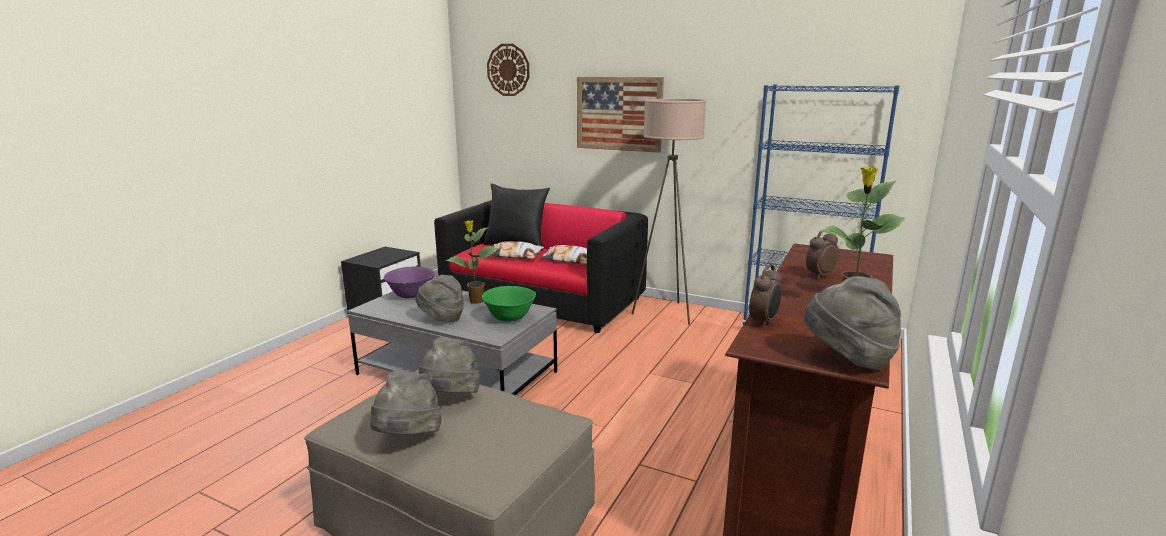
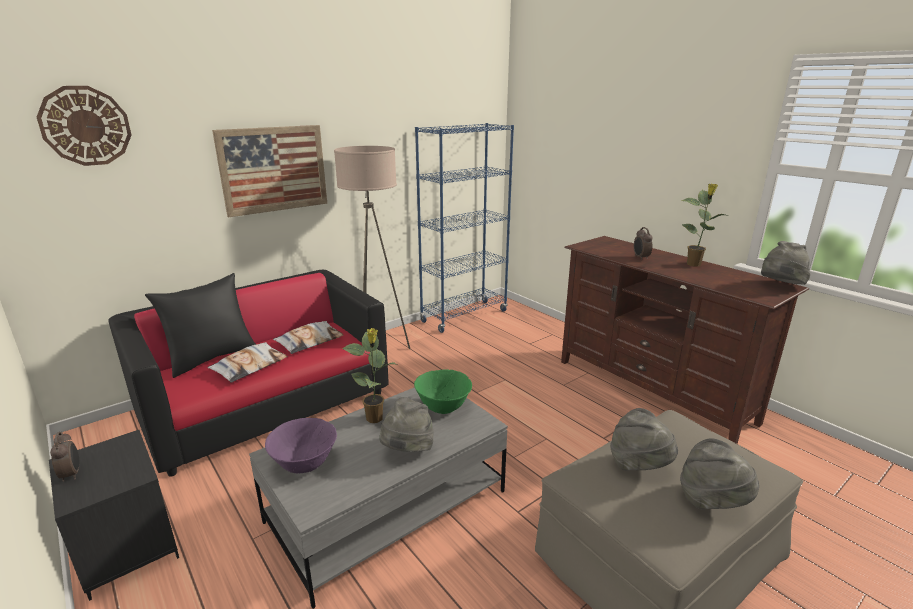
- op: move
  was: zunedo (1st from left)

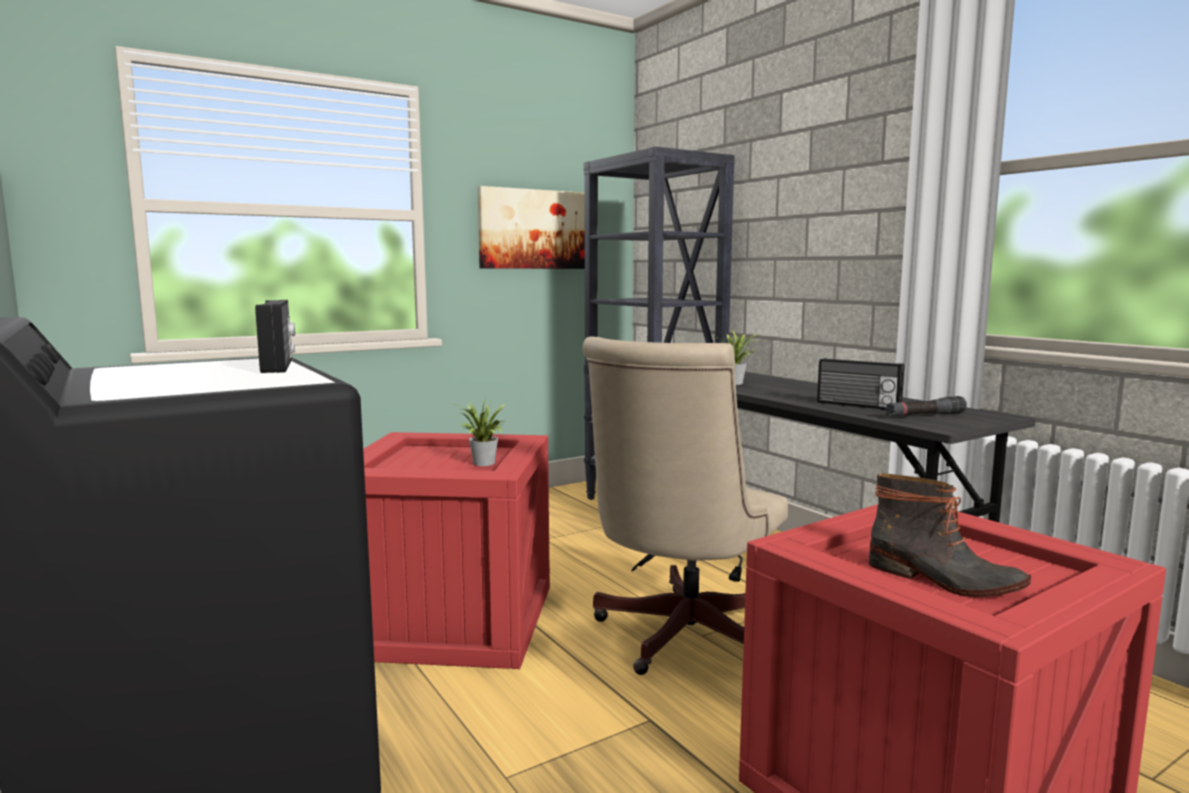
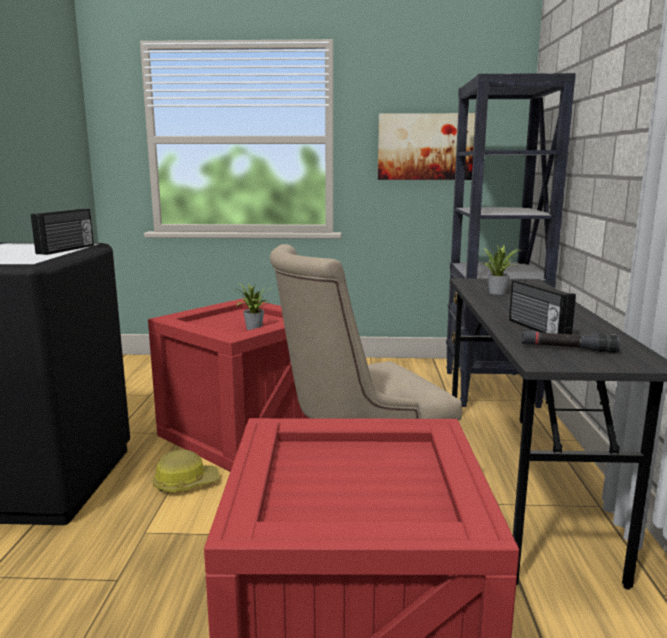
- op: delete
  was: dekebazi
- op: insert
  now: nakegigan

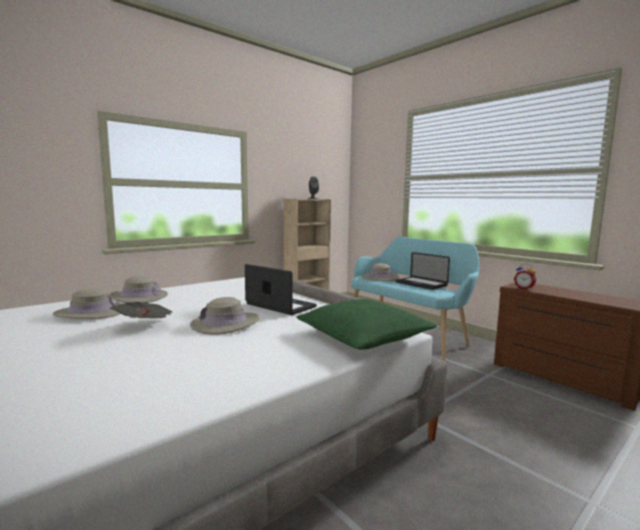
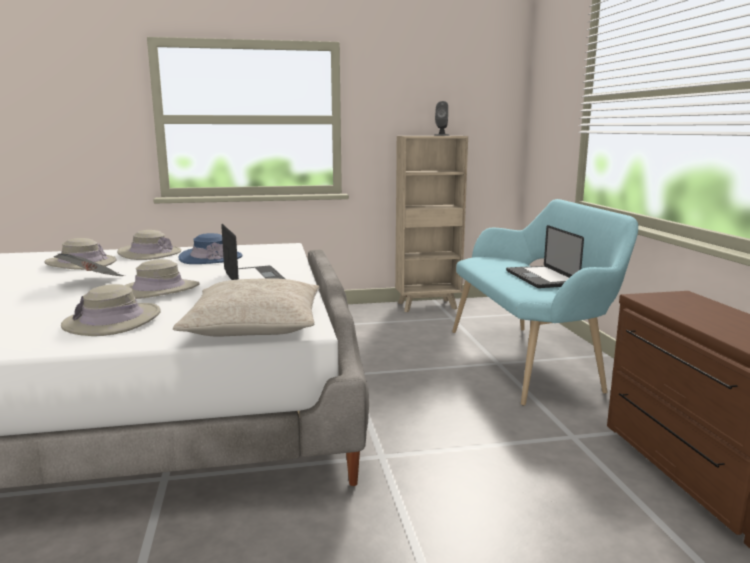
- op: recolor
  was: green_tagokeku
  now: beige_tagokeku
- op: move
  was: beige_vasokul (4th from left in the first image)
  now: beige_vasokul (2nd from left)
- op: delete
  was: zunedo
- op: insert
  now: blue_vasokul

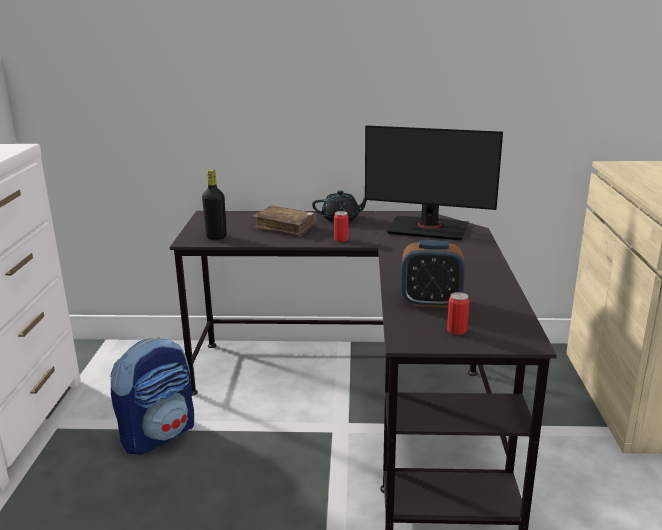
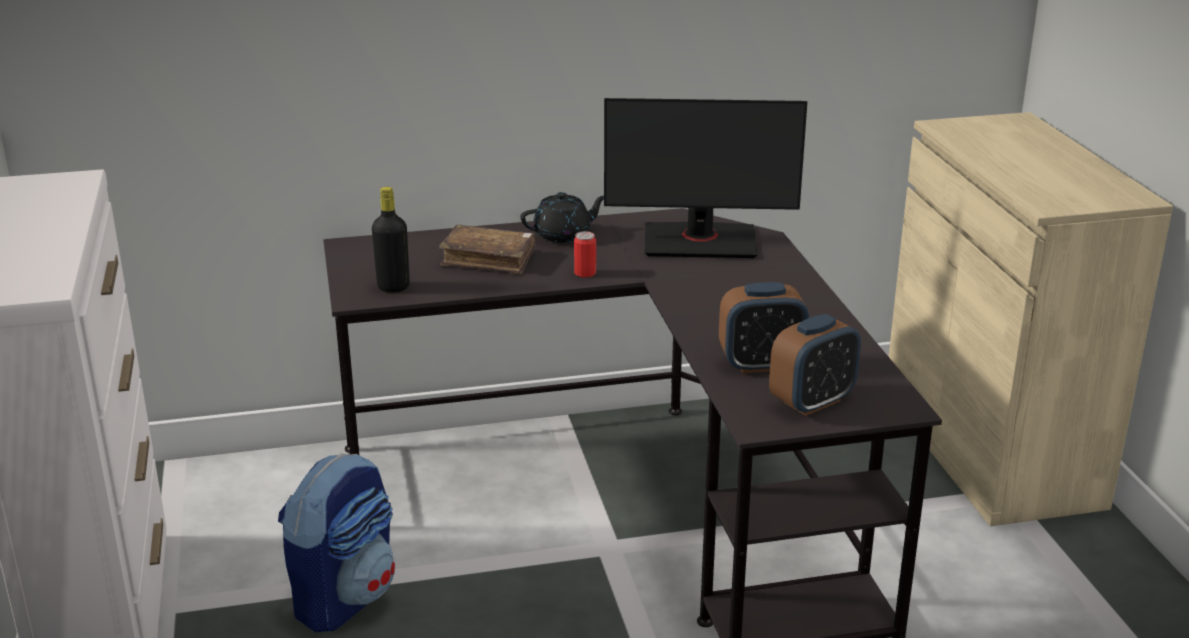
- op: replace
  was: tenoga (2nd from left)
  now: zunedo (2nd from left)

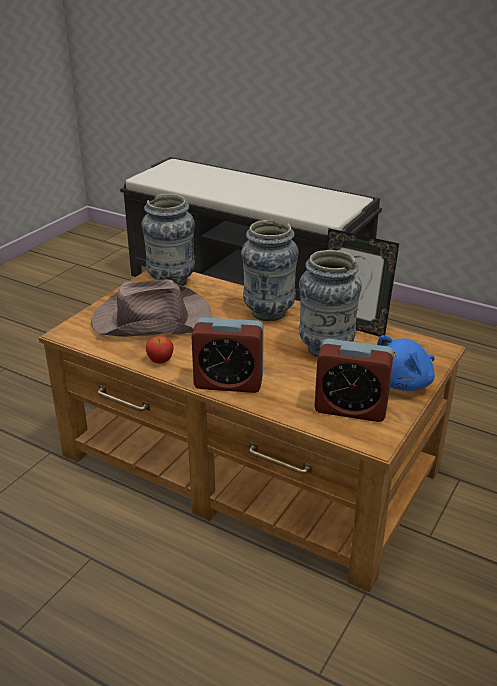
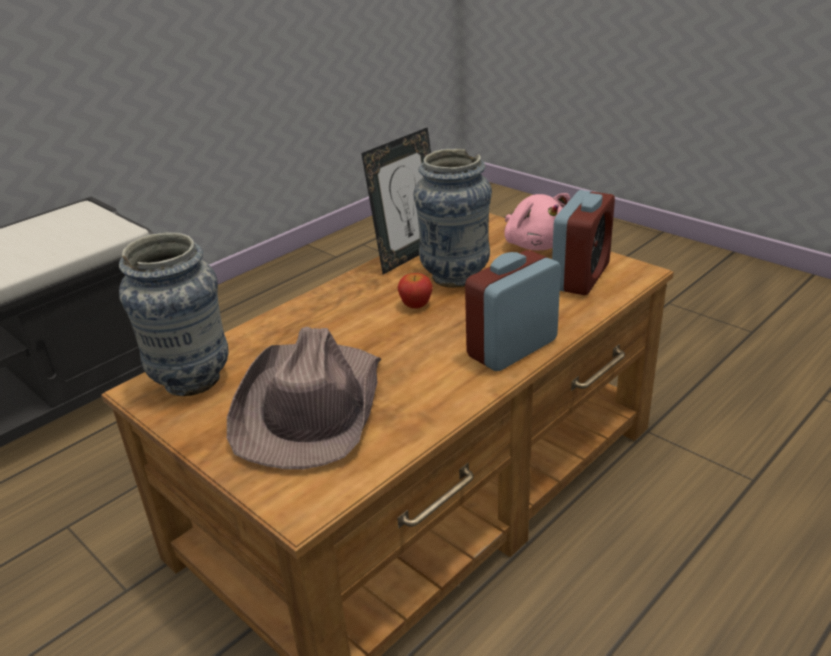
- op: move
  was: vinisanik
- op: rotate
  was: zunedo (1st from left)
  clockwise: -150
- op: delete
  was: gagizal (2nd from left)
- op: recolor
  was: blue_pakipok
  now: pink_pakipok

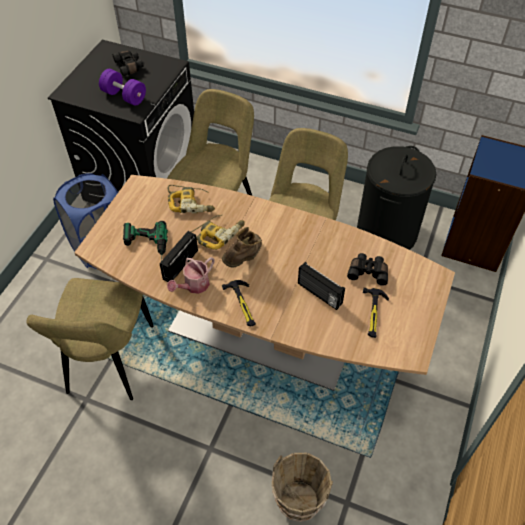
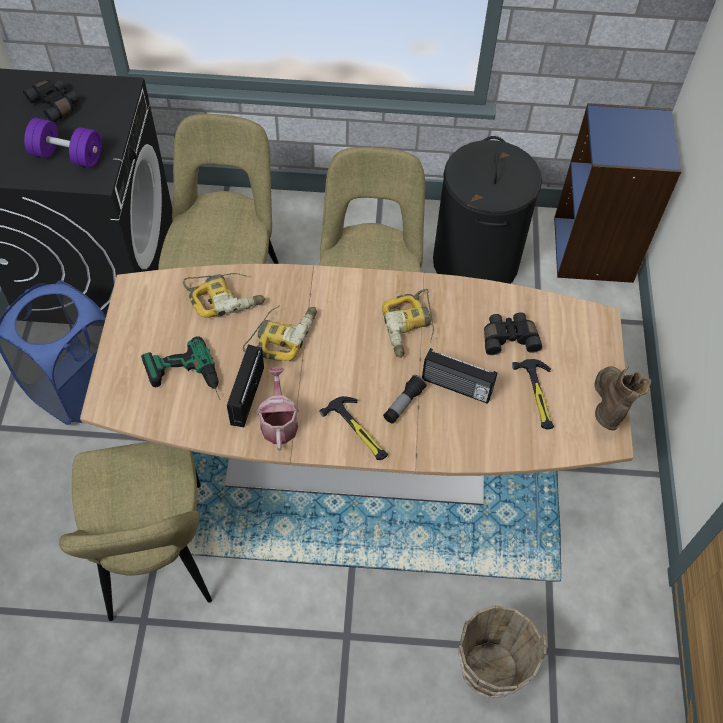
- op: rotate
  was: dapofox
  clockwise: 150
- op: move
  was: brown_dekebazi
- op: insert
  now: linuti (4th from left)
- op: insert
  now: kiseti

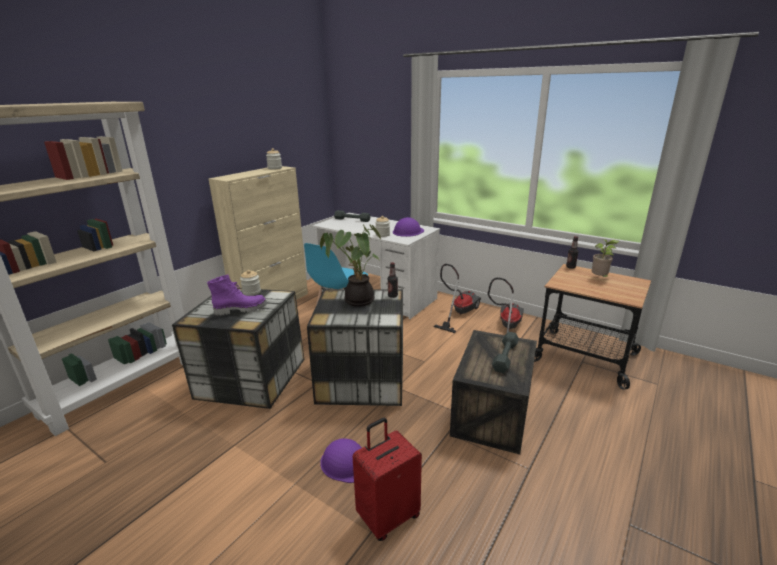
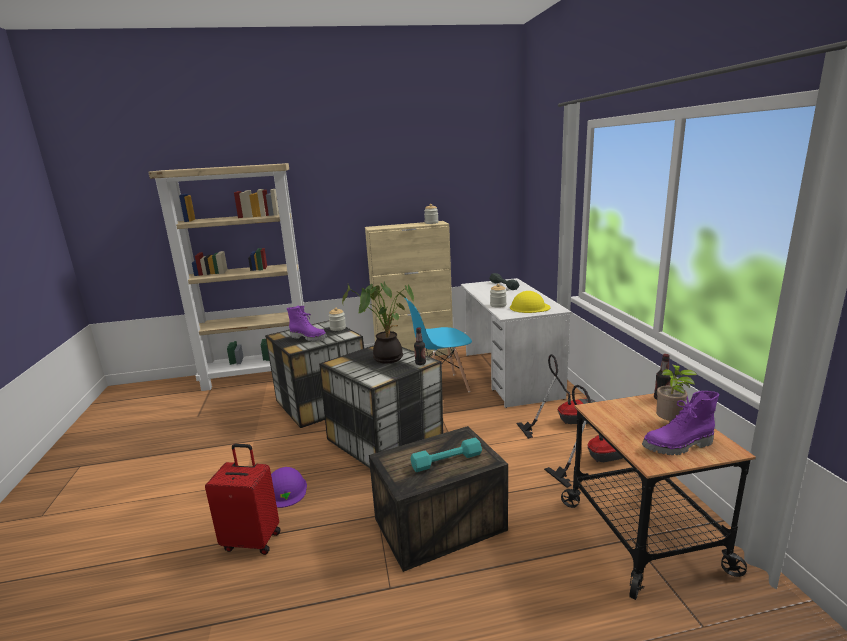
- op: recolor
  was: purple_nakegigan (2nd from left)
  now: yellow_nakegigan
- op: recolor
  was: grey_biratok (2nd from left)
  now: turquoise_biratok
- op: insert
  now: purple_dekebazi (2nd from left)

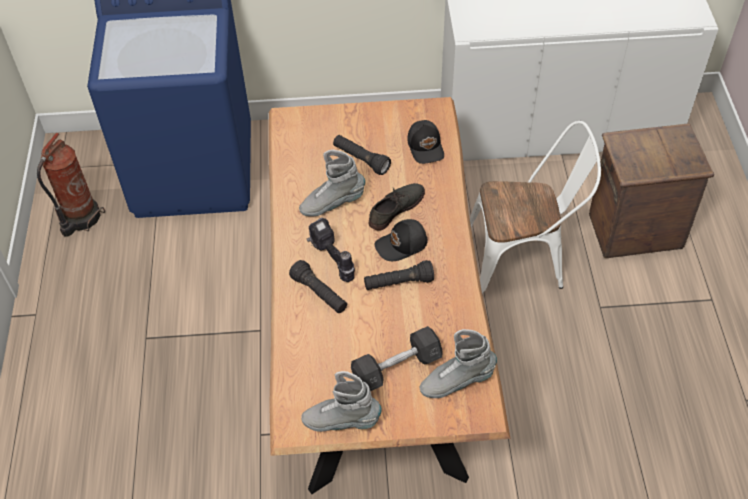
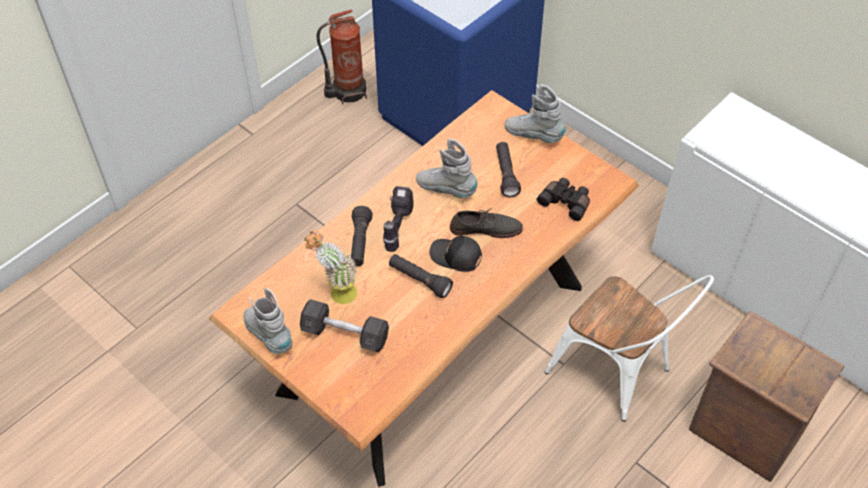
- op: replace
  was: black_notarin (2nd from left)
  now: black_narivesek
- op: move
  was: grey_dekebazi (3rd from left)
- op: insert
  now: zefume

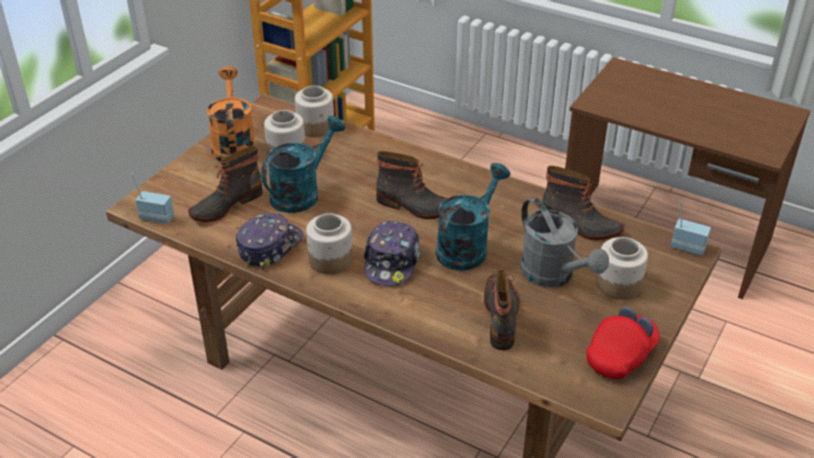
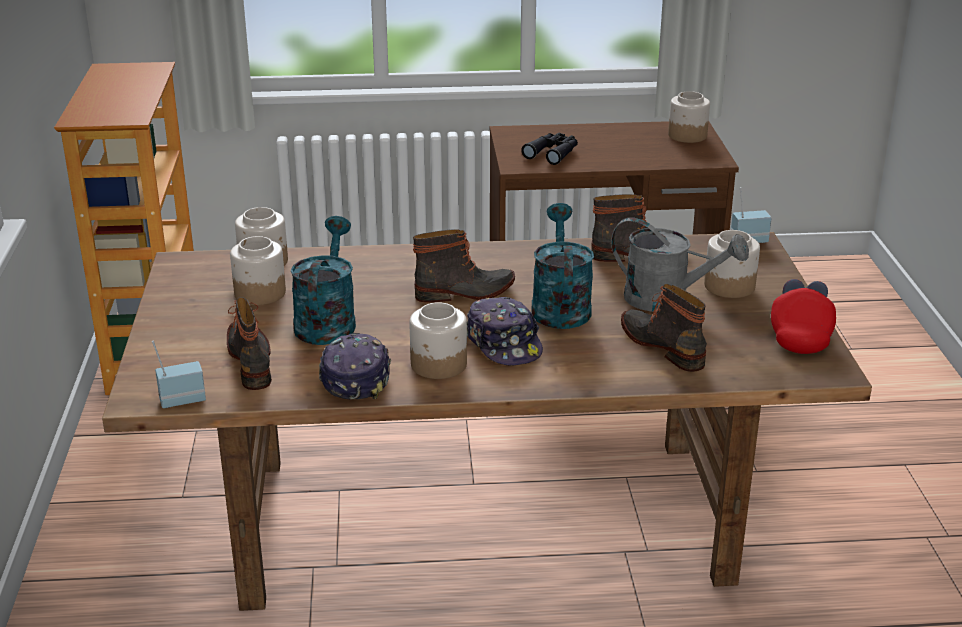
- op: rotate
  was: dekebazi (1st from left)
  clockwise: 150
- op: delete
  was: orange_dapofox
- op: insert
  now: black_narivesek
- op: insert
  now: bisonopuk (4th from left)

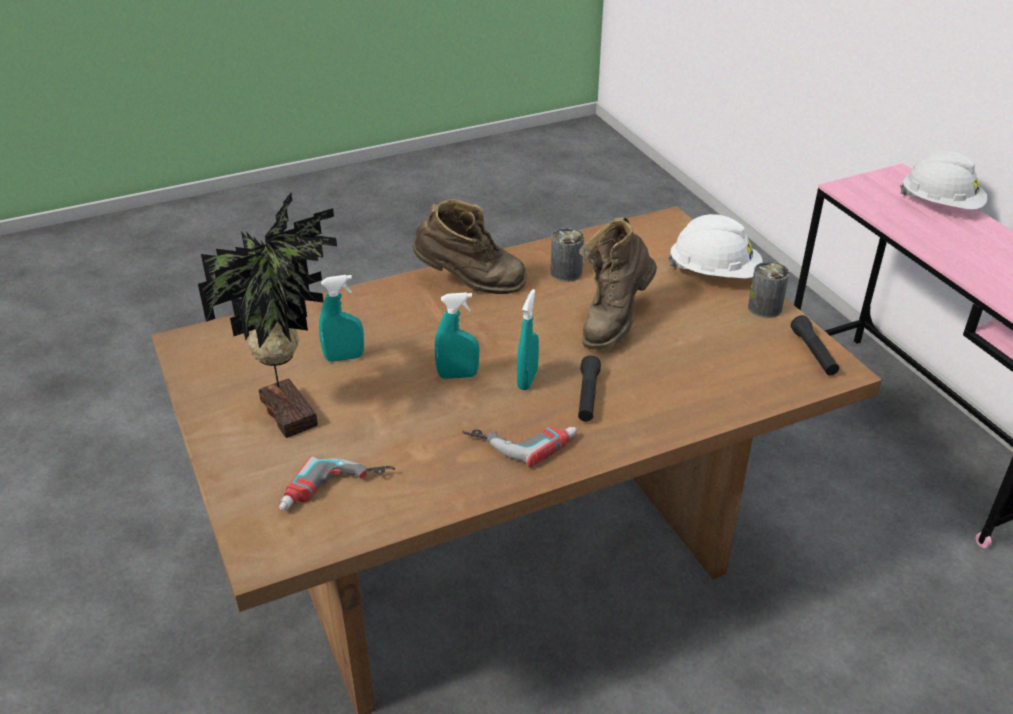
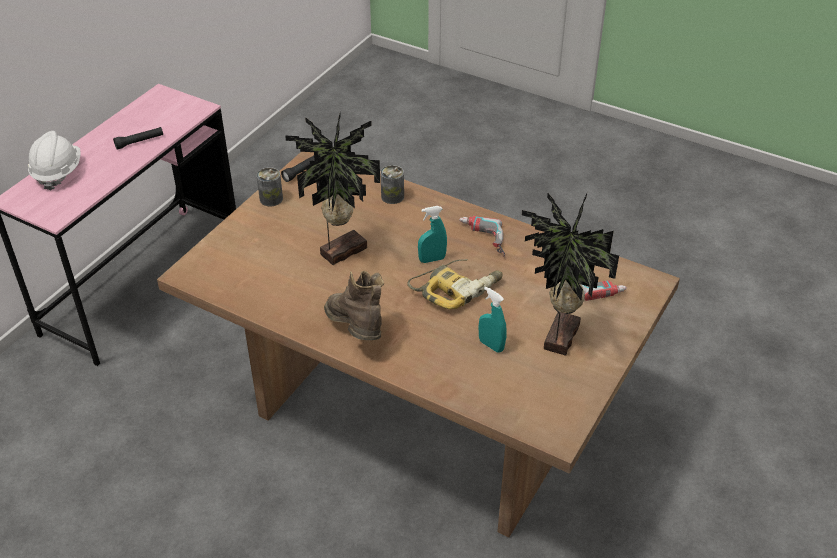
- op: replace
  was: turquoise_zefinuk (2nd from left)
  now: linuti (1st from left)
- op: move
  was: tenoga (1st from left in the first image)
  now: tenoga (2nd from left)
- op: move
  was: black_kiseti (1st from left)
- op: replace
  was: brown_dekebazi (2nd from left)
  now: zefume (1st from left)
- op: delete
  was: white_nakegigan (1st from left)

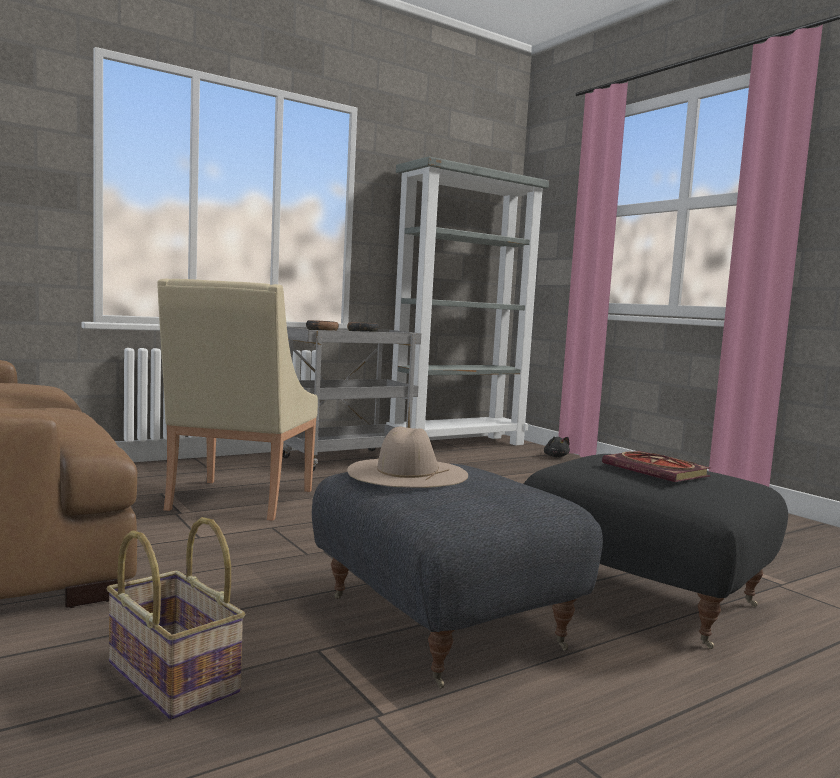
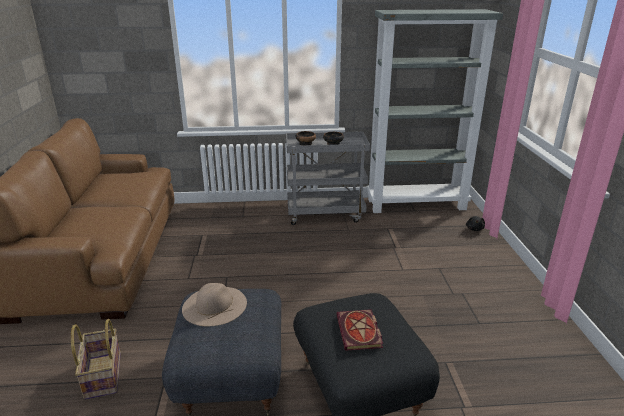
- op: delete
  was: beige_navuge

